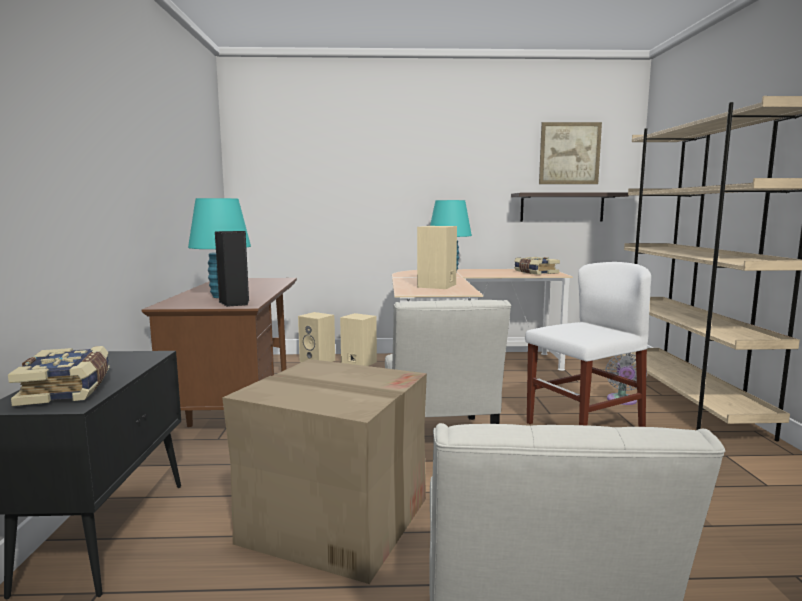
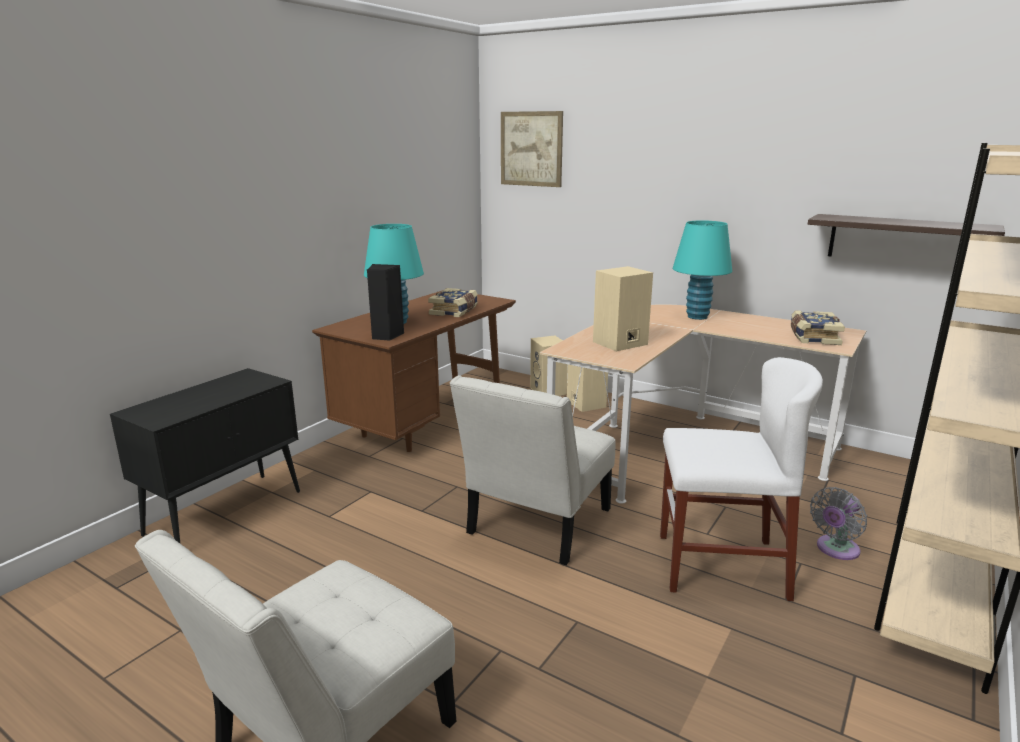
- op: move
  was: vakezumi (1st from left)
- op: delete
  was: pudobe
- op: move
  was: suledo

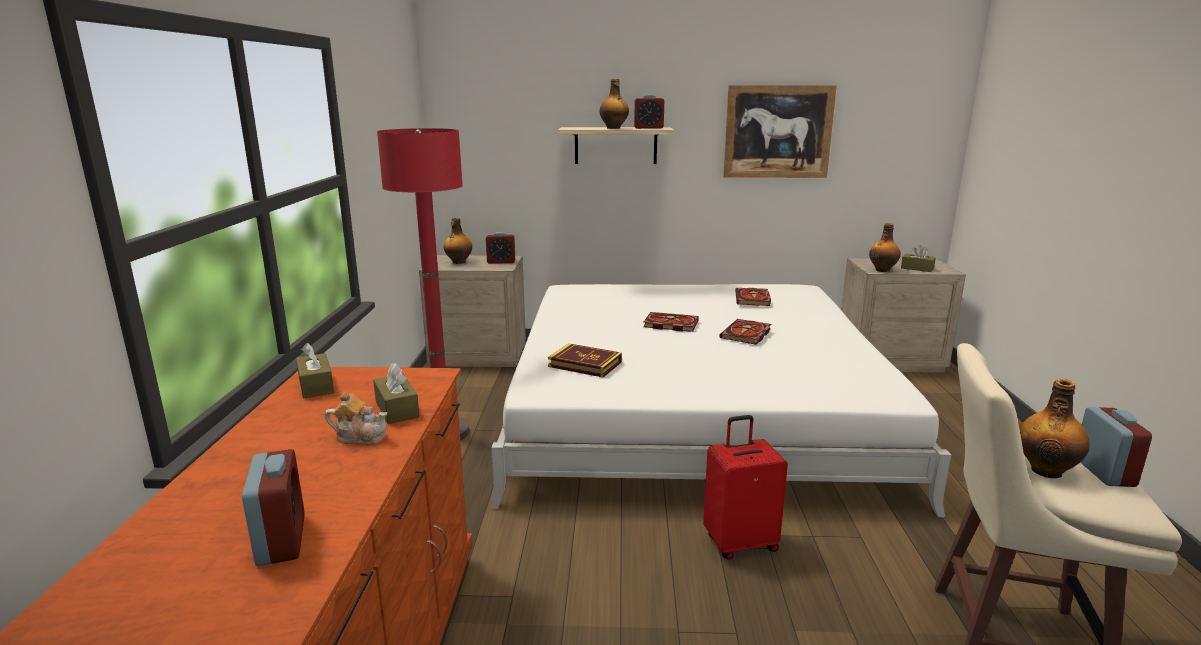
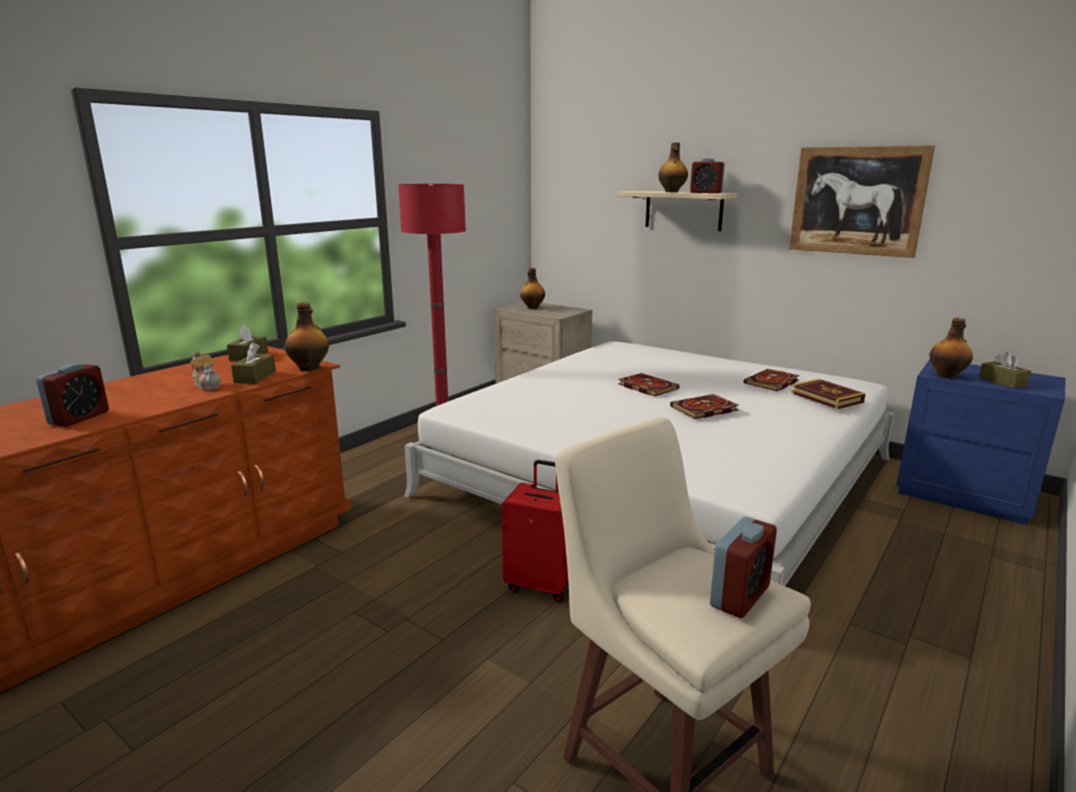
- op: delete
  was: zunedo (2nd from left)
- op: move
  was: vakezumi (1st from left in the first image)
  now: vakezumi (4th from left)
- op: recolor
  was: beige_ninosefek (2nd from left)
  now: blue_ninosefek
- op: move
  was: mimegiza (4th from left in the first image)
  now: mimegiza (1st from left)

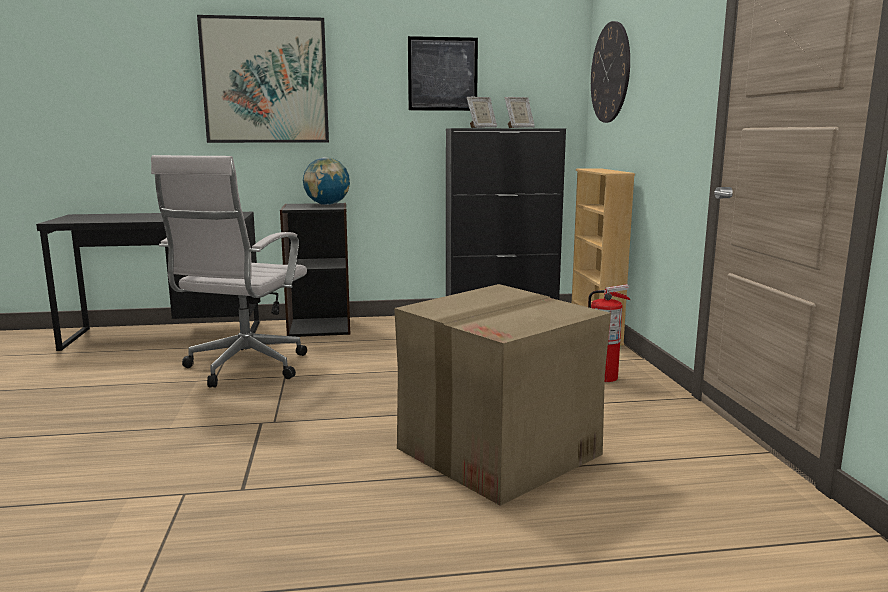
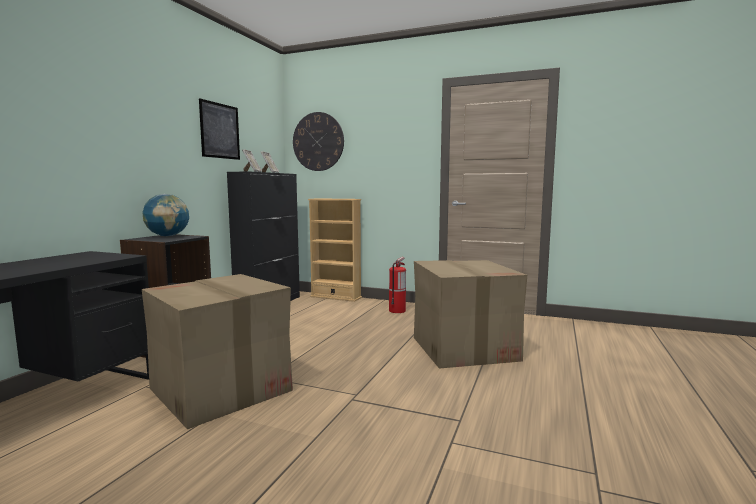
- op: replace
  was: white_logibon
  now: pudobe (1st from left)
- op: delete
  was: suledo (1st from left)

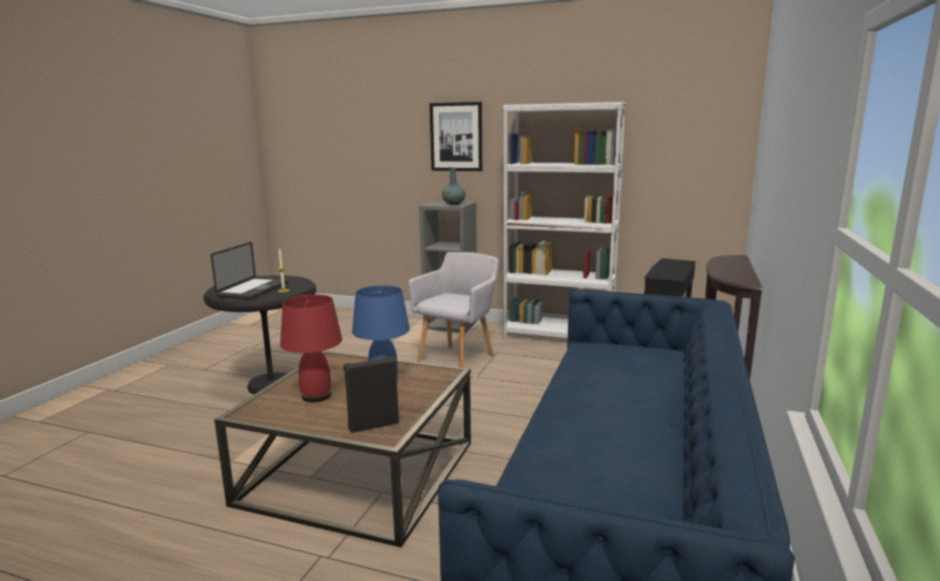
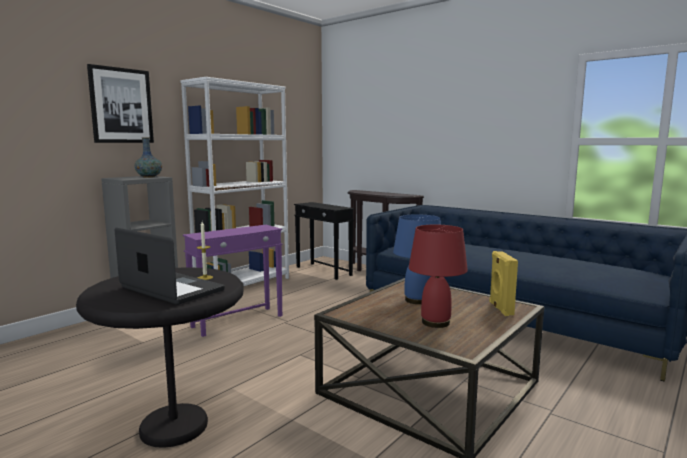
- op: recolor
  was: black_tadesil
  now: yellow_tadesil
- op: replace
  was: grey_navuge
  now: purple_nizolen

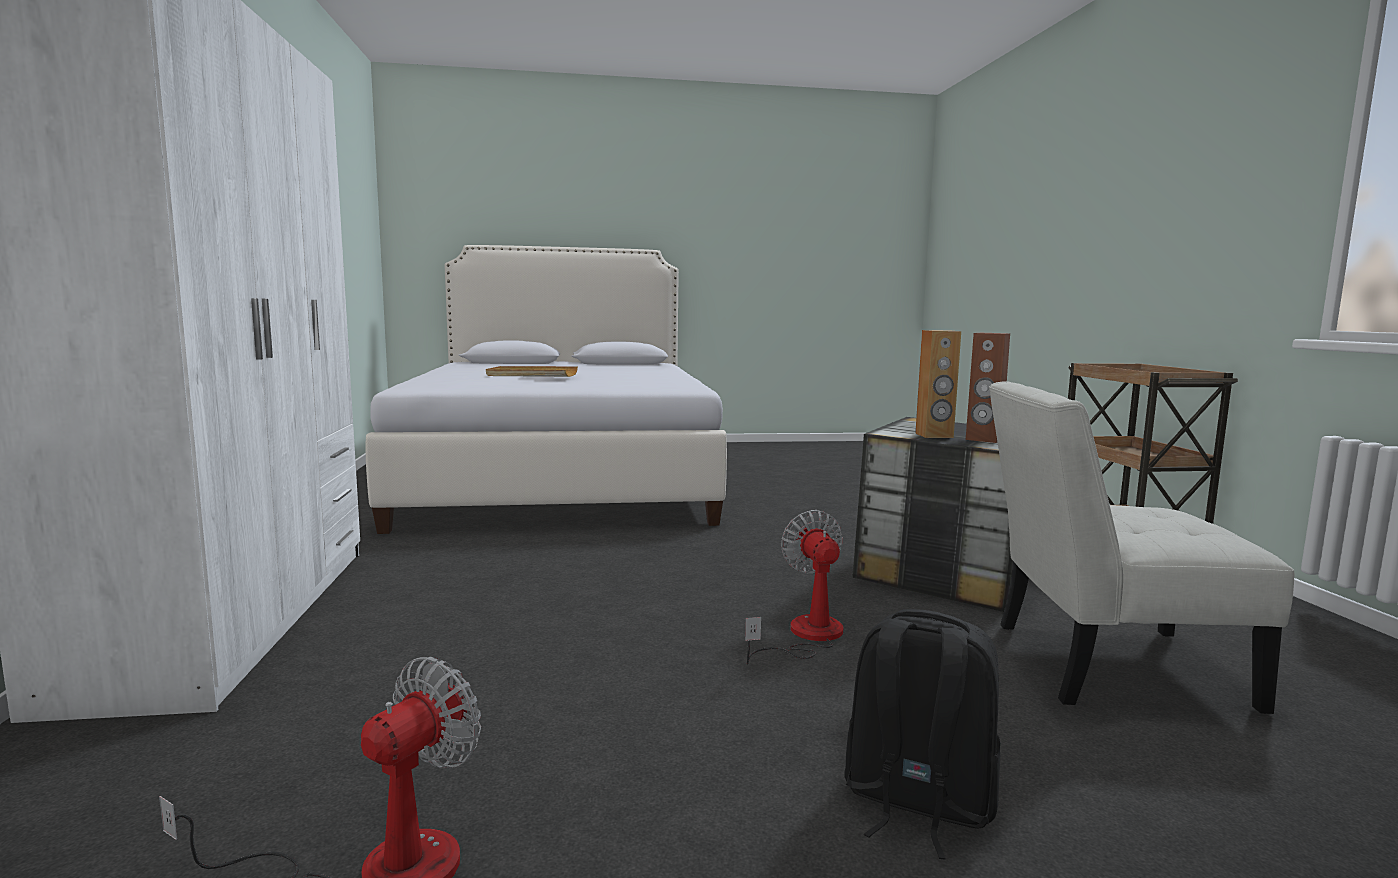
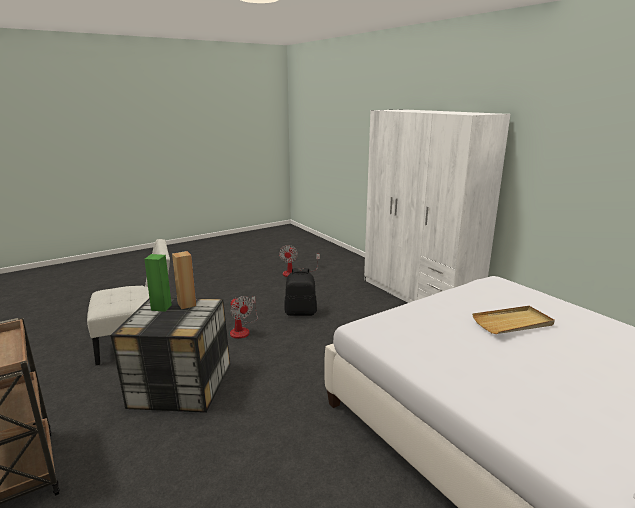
- op: move
  was: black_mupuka
- op: recolor
  was: brown_tadesil (2nd from left)
  now: green_tadesil

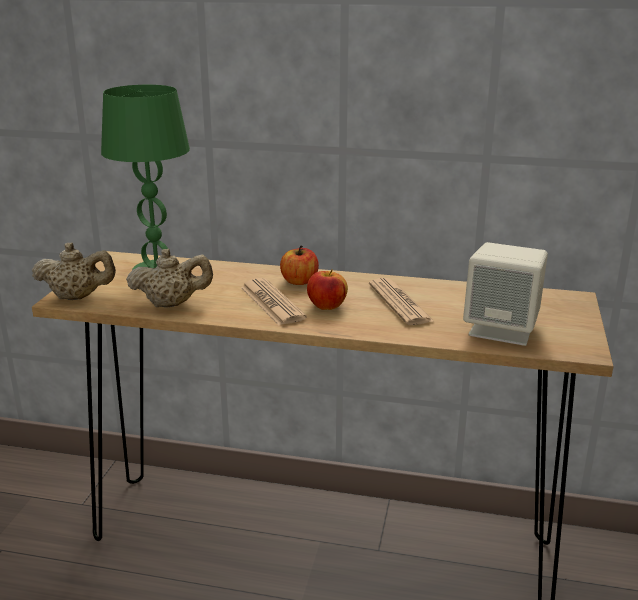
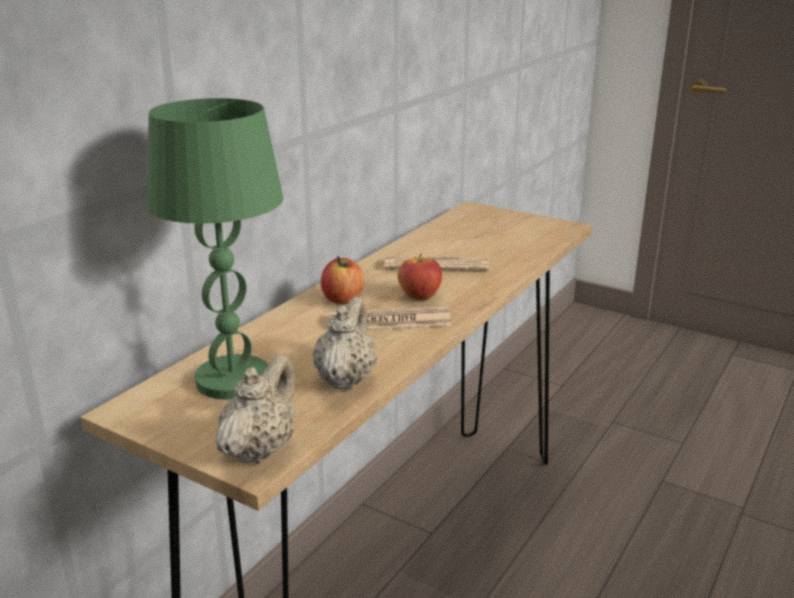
- op: delete
  was: beige_tadesil

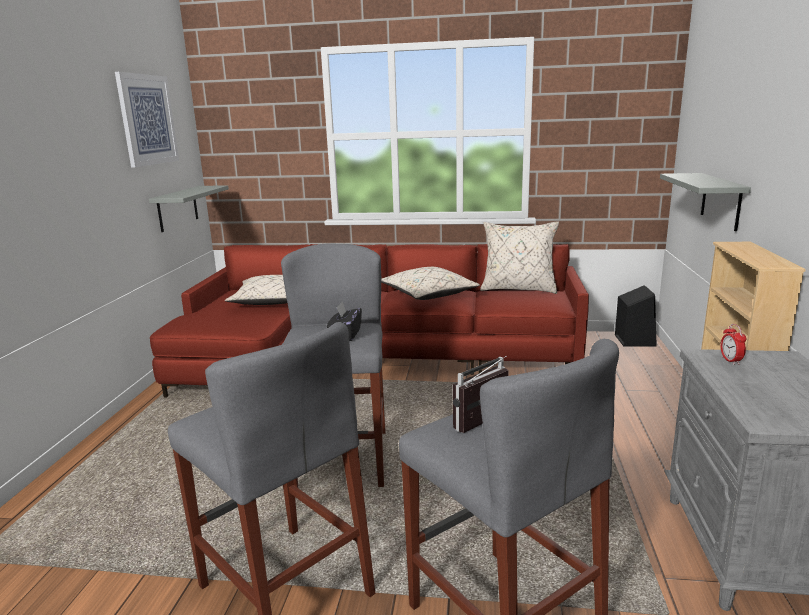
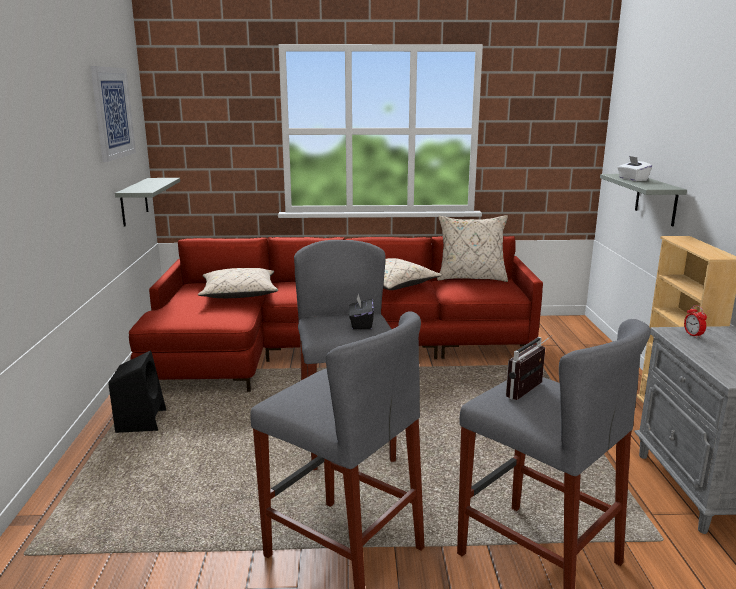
- op: move
  was: black_tadesil
- op: insert
  now: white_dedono

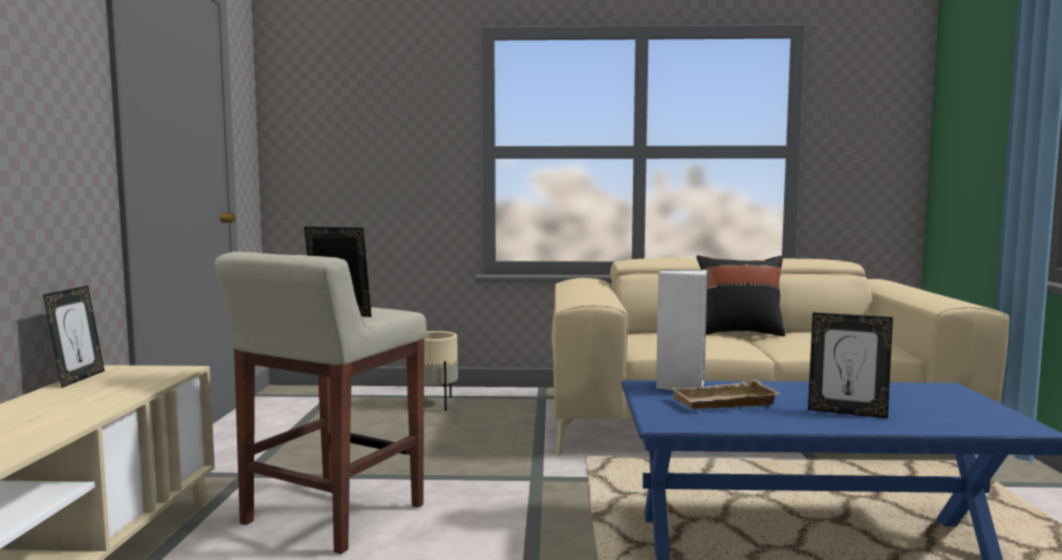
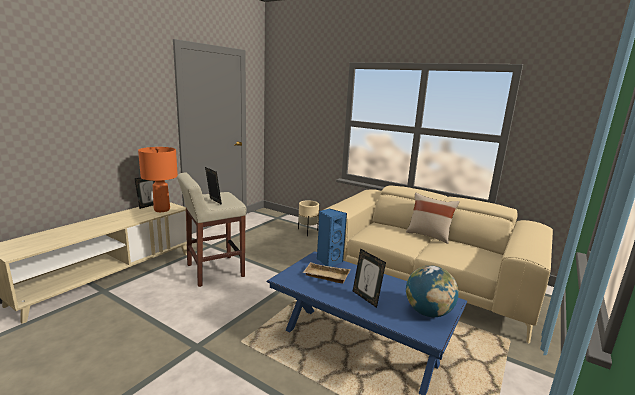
- op: recolor
  was: white_tadesil
  now: blue_tadesil
- op: recolor
  was: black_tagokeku
  now: beige_tagokeku
- op: insert
  now: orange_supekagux
- op: insert
  now: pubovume

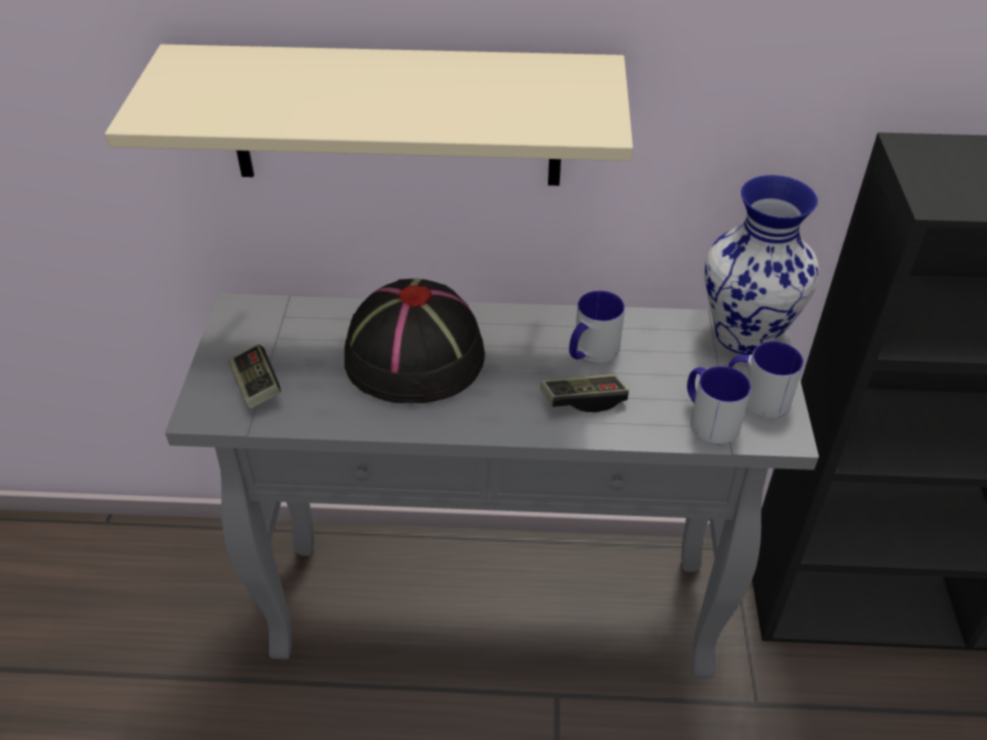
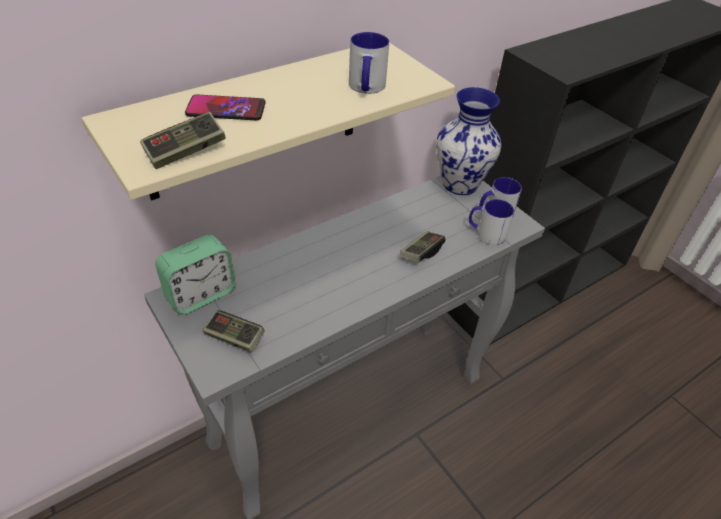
- op: delete
  was: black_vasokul
- op: move
  was: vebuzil (1st from left)
- op: insert
  now: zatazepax (1st from left)
- op: insert
  now: zunedo
- op: insert
  now: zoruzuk

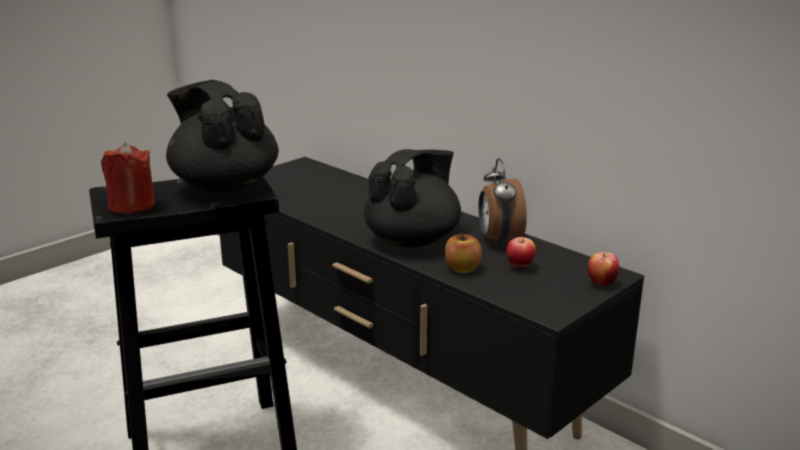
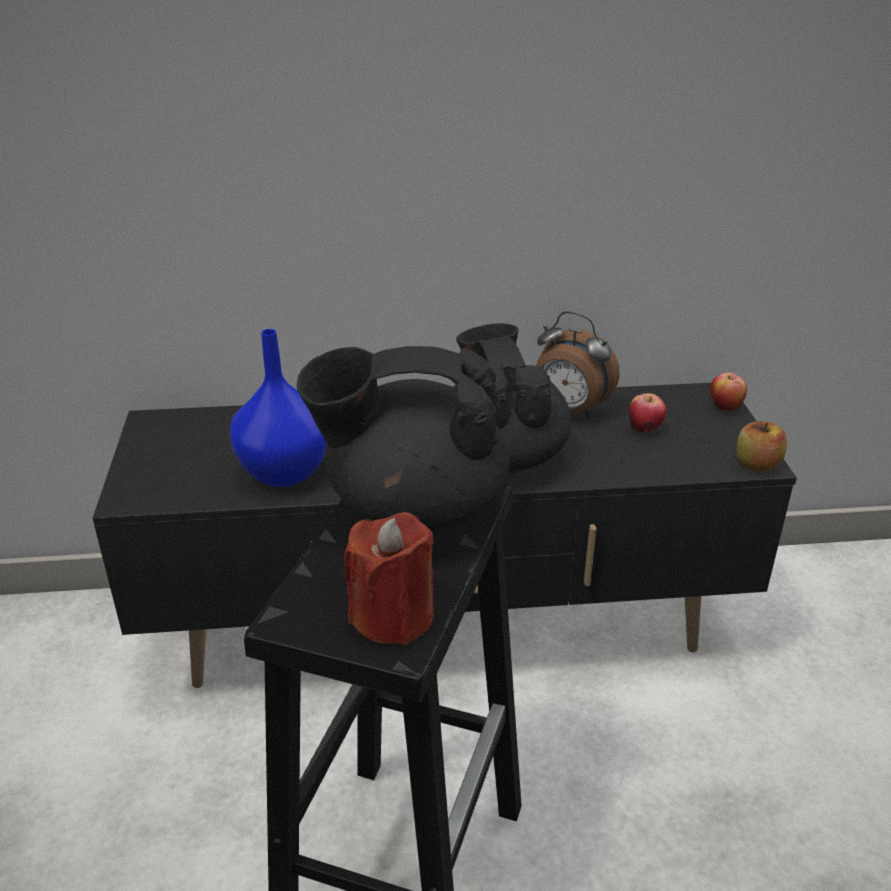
- op: move
  was: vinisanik (1st from left in the first image)
  now: vinisanik (3rd from left)
- op: insert
  now: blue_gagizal

